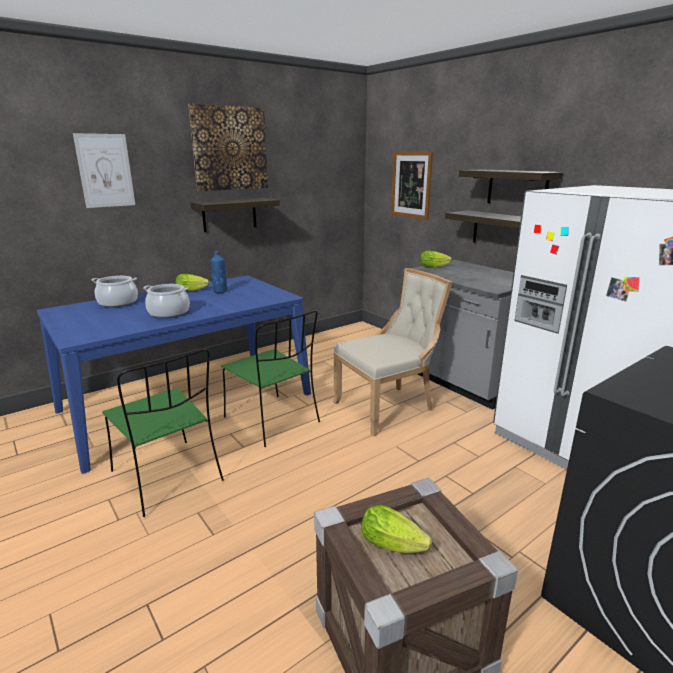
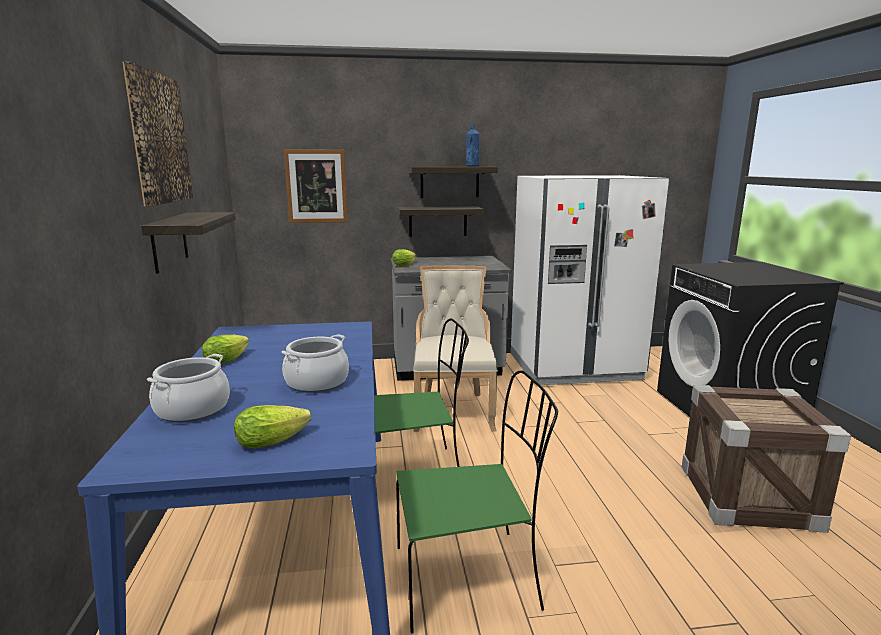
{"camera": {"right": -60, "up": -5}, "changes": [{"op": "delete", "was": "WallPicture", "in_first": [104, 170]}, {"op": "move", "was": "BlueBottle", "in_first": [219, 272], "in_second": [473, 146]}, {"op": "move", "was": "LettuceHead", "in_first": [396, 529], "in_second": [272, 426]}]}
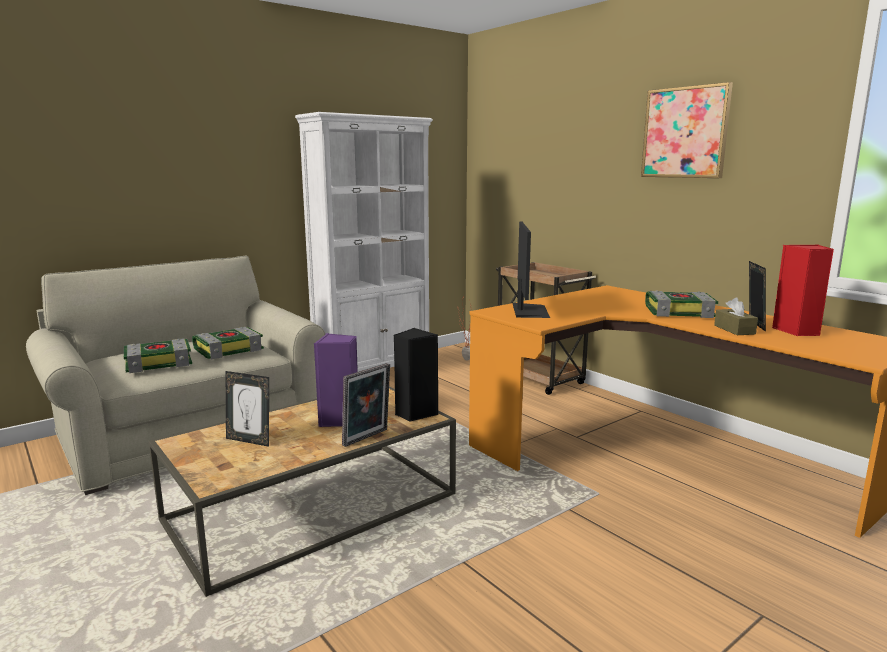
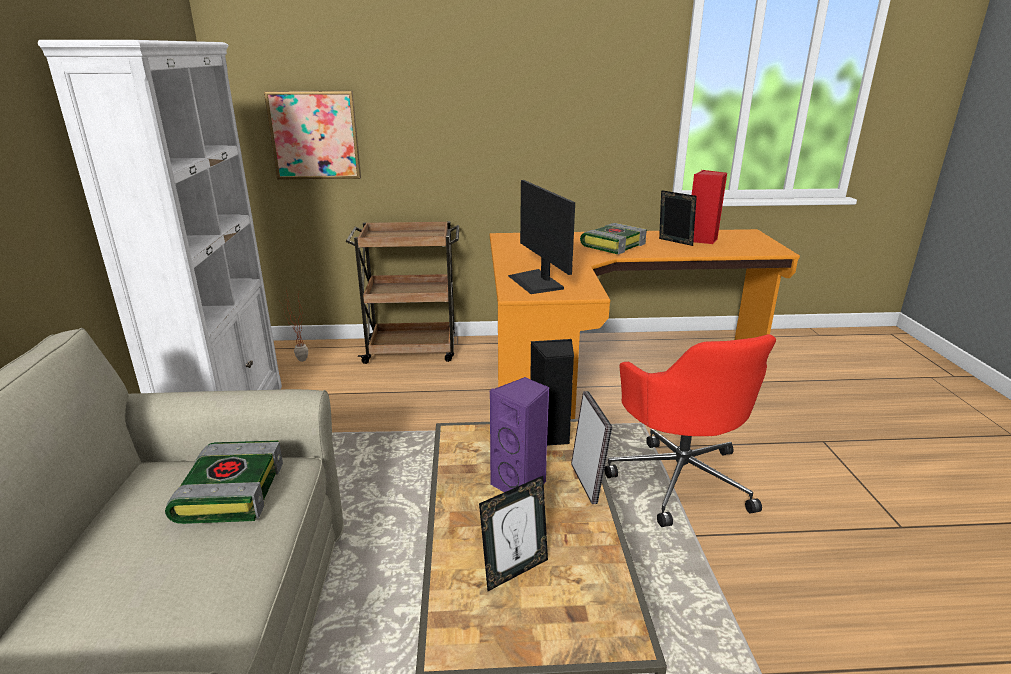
{"camera": {"right": -55, "up": 10}, "changes": [{"op": "delete", "was": "Book", "in_first": [158, 355]}, {"op": "rotate", "was": "Monitor", "in_first": [531, 270], "in_second": [541, 237], "clockwise": -150}, {"op": "move", "was": "WallPicture", "in_first": [687, 130], "in_second": [312, 135]}, {"op": "delete", "was": "BrownishTissueBox", "in_first": [736, 316]}, {"op": "insert", "now": "RedColouredComputerChair", "in_second": [690, 430]}]}
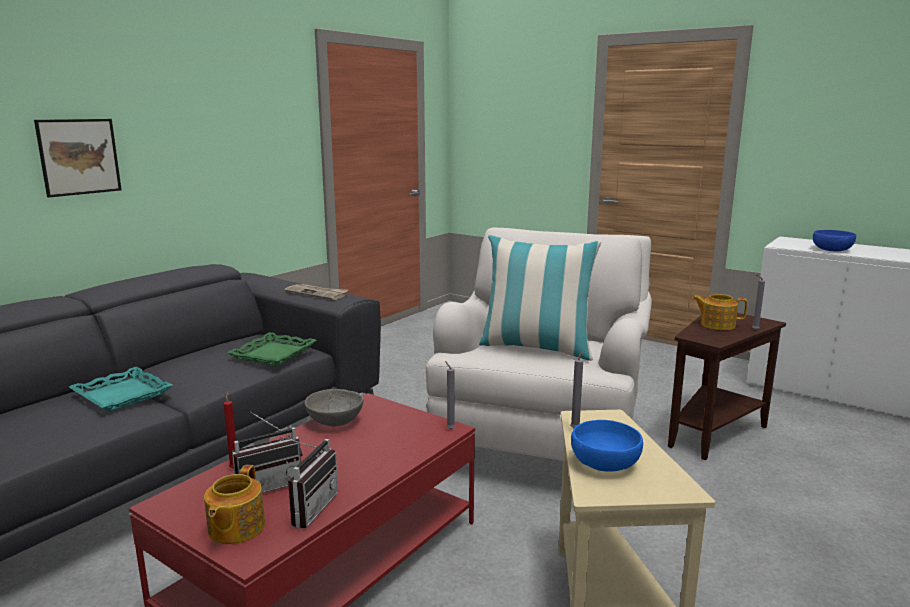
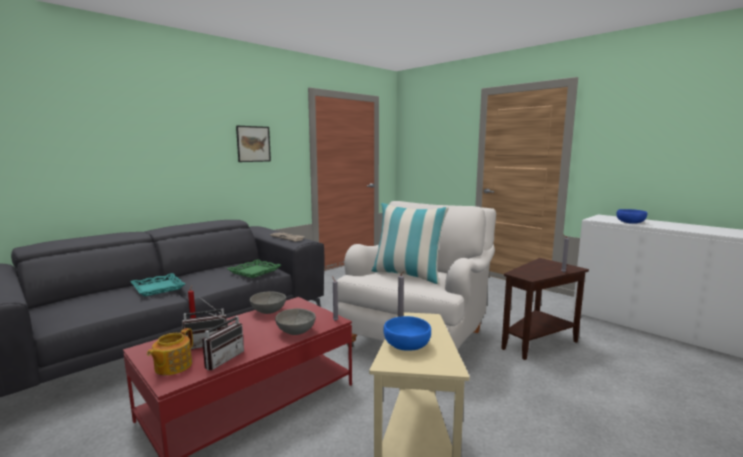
{"camera": {"right": 10, "up": -5}, "changes": [{"op": "move", "was": "WallPicture", "in_first": [78, 158], "in_second": [253, 144]}, {"op": "delete", "was": "TeaPot", "in_first": [720, 312]}, {"op": "insert", "now": "GreyDeepDish", "in_second": [295, 321]}]}
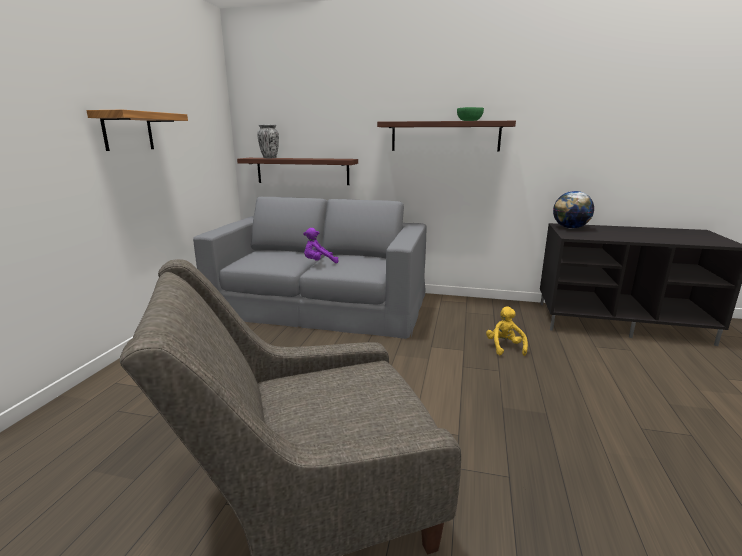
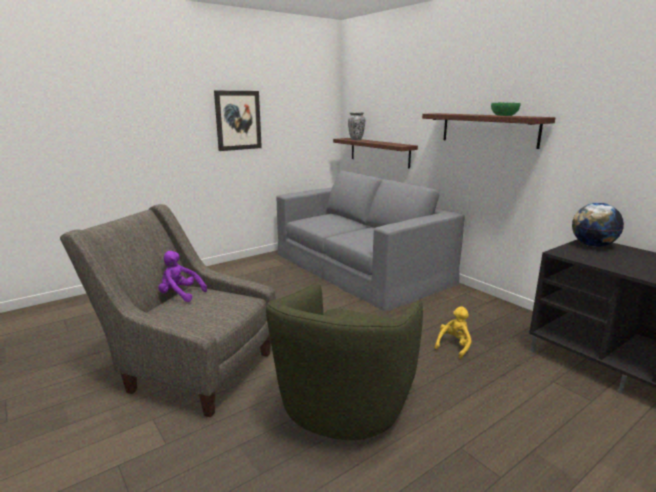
{"camera": {"right": 40, "up": 0}, "changes": [{"op": "replace", "was": "Shelf", "now": "WallPicture", "in_first": [137, 130], "in_second": [238, 121]}, {"op": "move", "was": "PurpleColouredPlushToy", "in_first": [321, 245], "in_second": [183, 276]}, {"op": "insert", "now": "GreenLoungeChair", "in_second": [344, 361]}]}
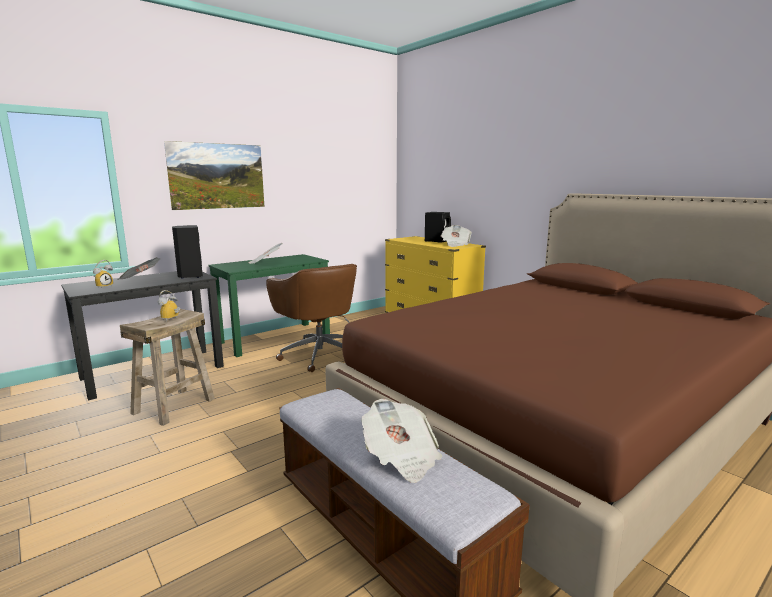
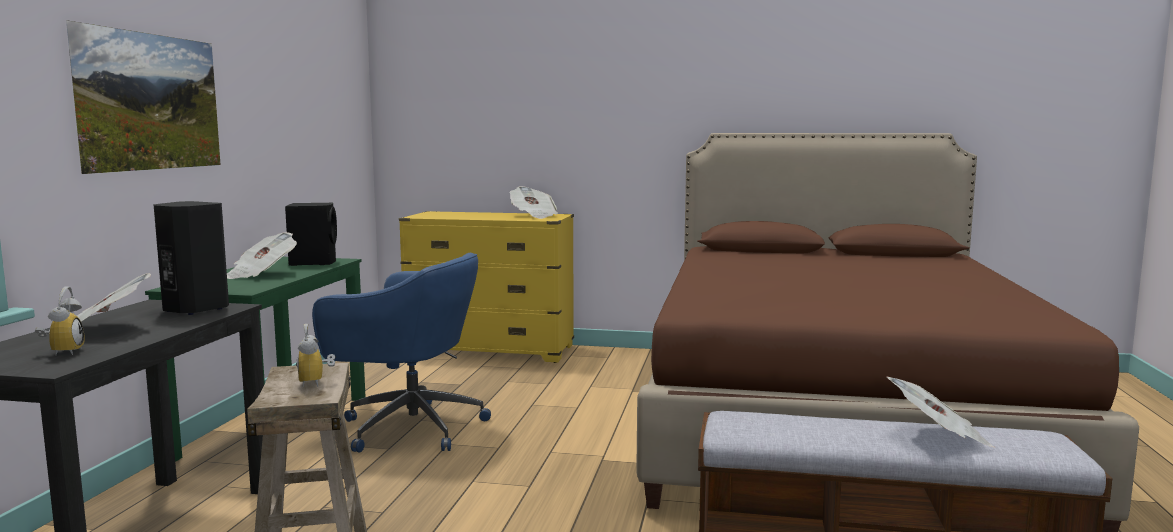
{"camera": {"right": -40, "up": -5}, "changes": [{"op": "recolor", "was": "BrownishComputerChair", "now": "BlueComputerChair", "in_first": [311, 318], "in_second": [401, 352]}, {"op": "move", "was": "BlackLoudspeaker", "in_first": [438, 227], "in_second": [311, 234]}]}
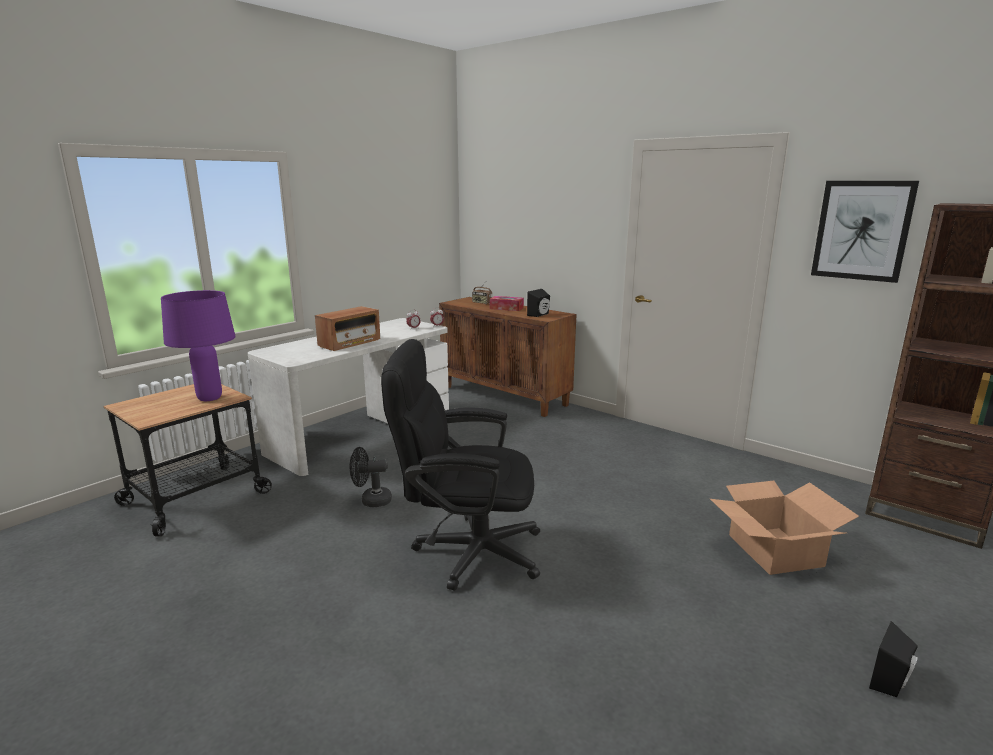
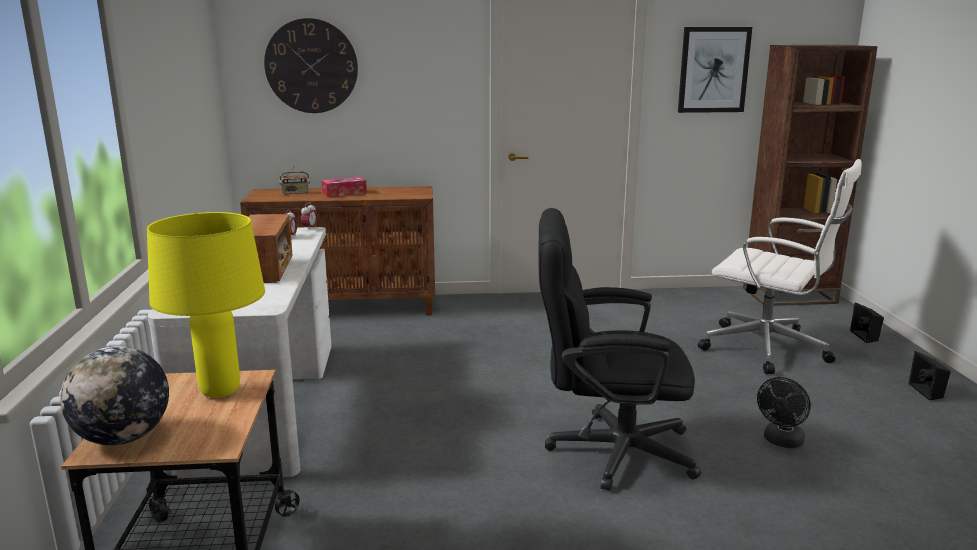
{"camera": {"right": -45, "up": 0}, "changes": [{"op": "recolor", "was": "PurpleColouredTableLamp", "now": "YellowColouredTableLamp", "in_first": [198, 345], "in_second": [206, 305]}, {"op": "move", "was": "BlackElectricFan", "in_first": [371, 477], "in_second": [784, 412]}, {"op": "rotate", "was": "BlackComputerChair", "in_first": [460, 465], "in_second": [619, 349], "clockwise": 45}, {"op": "move", "was": "BlackLoudspeaker", "in_first": [538, 303], "in_second": [867, 322]}, {"op": "replace", "was": "CardboardBox", "now": "WhitishComputerChair", "in_first": [784, 528], "in_second": [780, 266]}, {"op": "insert", "now": "DeskGlobe", "in_second": [114, 395]}, {"op": "insert", "now": "HangingClock", "in_second": [311, 65]}]}
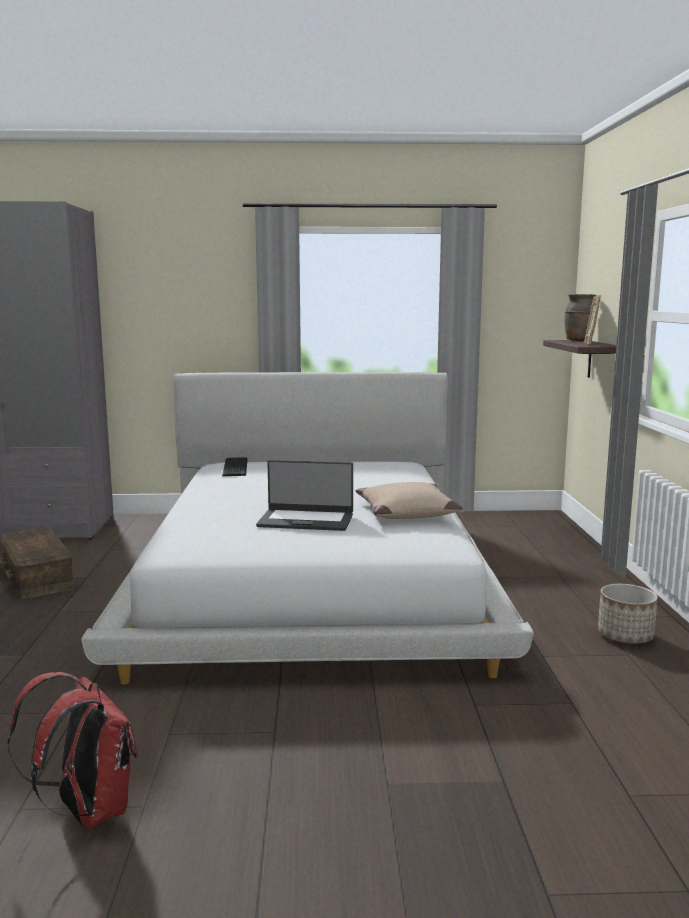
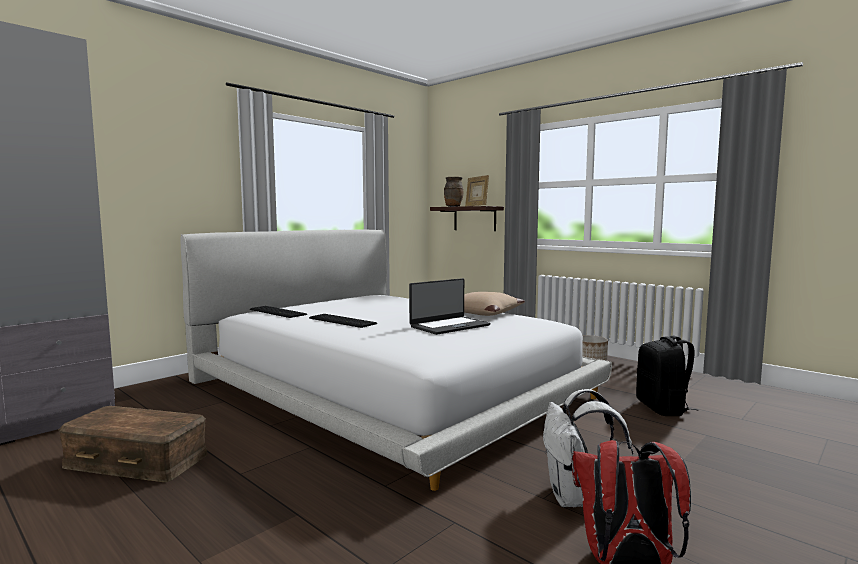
{"camera": {"right": -45, "up": -5}, "changes": [{"op": "insert", "now": "Keyboard", "in_second": [343, 321]}, {"op": "insert", "now": "WhitishKnapsack", "in_second": [588, 448]}, {"op": "insert", "now": "BlackKnapsack", "in_second": [667, 375]}]}
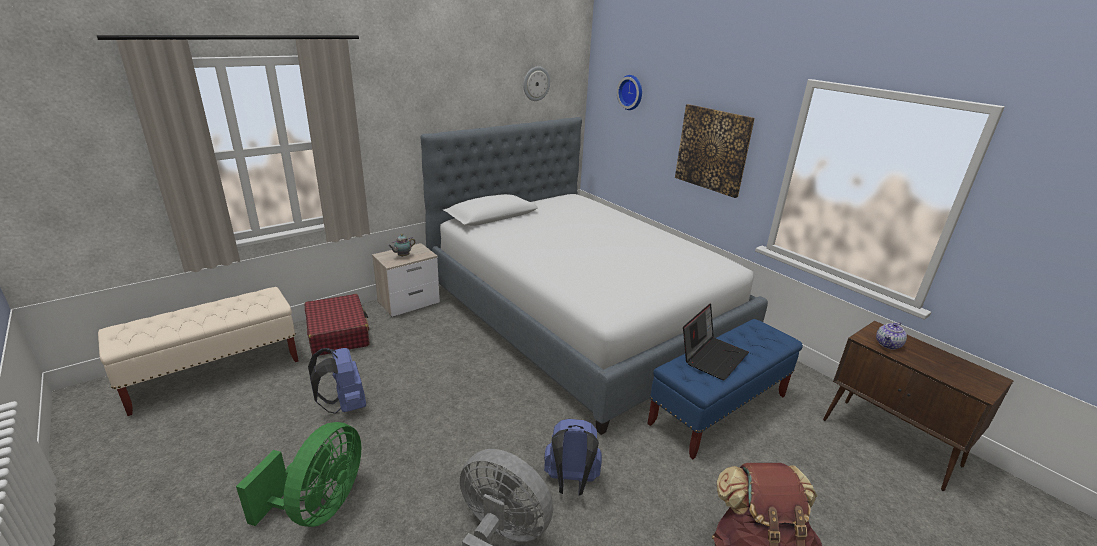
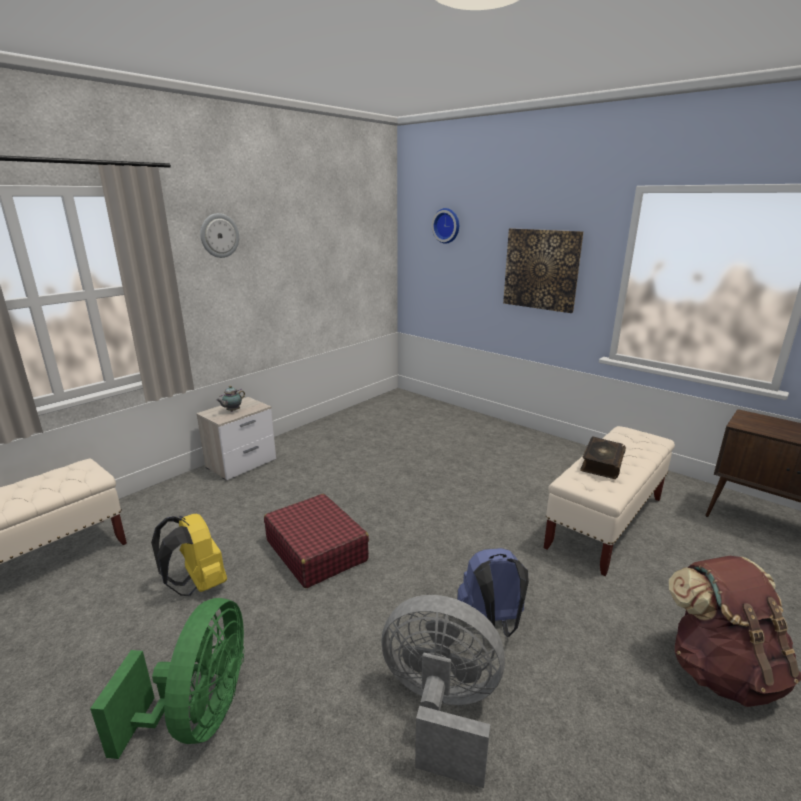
{"camera": {"right": -10, "up": -5}, "changes": [{"op": "move", "was": "RedColouredSuitcase", "in_first": [337, 325], "in_second": [316, 541]}, {"op": "recolor", "was": "BlueKnapsack", "now": "YellowColouredKnapsack", "in_first": [337, 381], "in_second": [189, 555]}, {"op": "delete", "was": "Bed", "in_first": [594, 276]}, {"op": "move", "was": "HangingClock", "in_first": [536, 83], "in_second": [219, 235]}, {"op": "recolor", "was": "BlueIndoorBench", "now": "SandColouredIndoorBench", "in_first": [725, 389], "in_second": [609, 501]}, {"op": "replace", "was": "PortableComputer", "now": "Book", "in_first": [716, 341], "in_second": [603, 457]}, {"op": "delete", "was": "TeaPot", "in_first": [891, 335]}]}
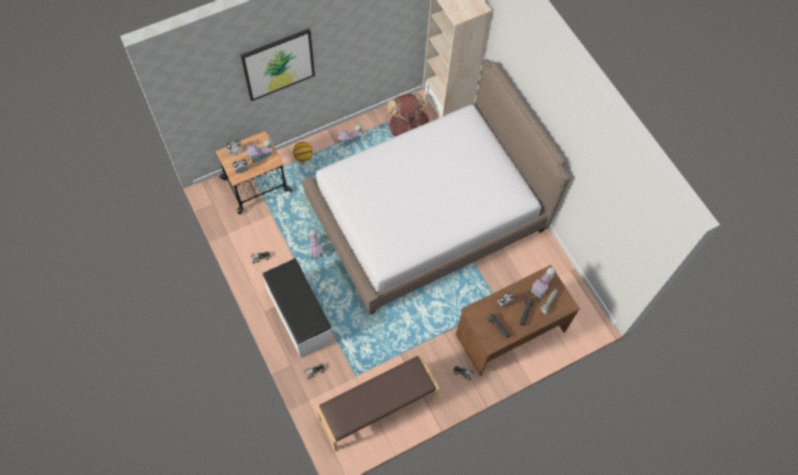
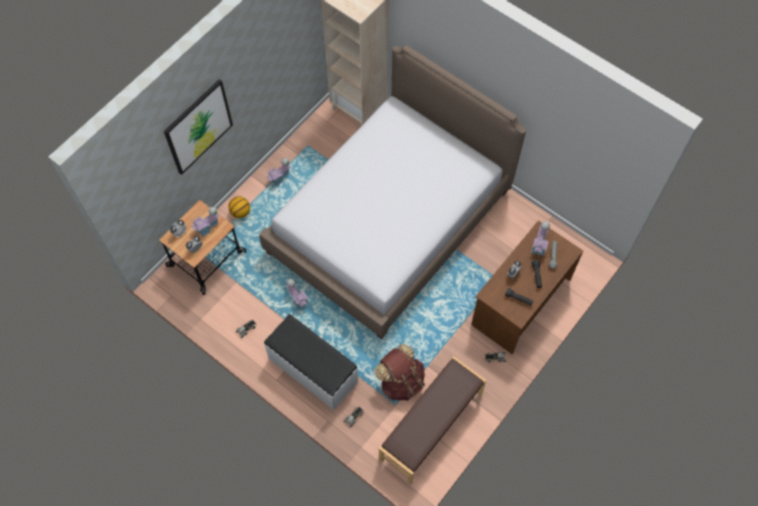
{"camera": {"right": -20, "up": 0}, "changes": [{"op": "move", "was": "BrownishKnapsack", "in_first": [408, 114], "in_second": [400, 372]}]}
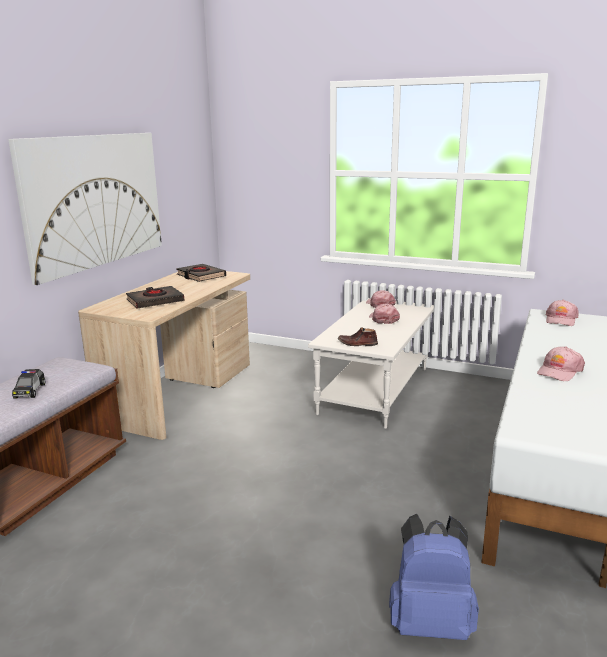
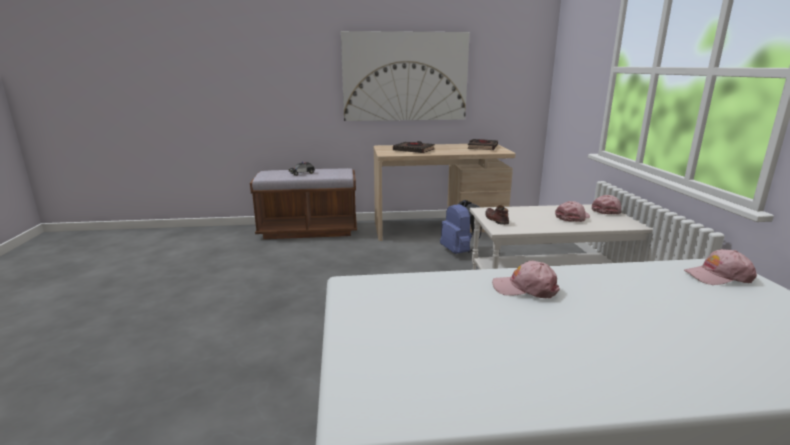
{"camera": {"right": 60, "up": 0}, "changes": [{"op": "move", "was": "BlueKnapsack", "in_first": [434, 576], "in_second": [461, 227]}]}
